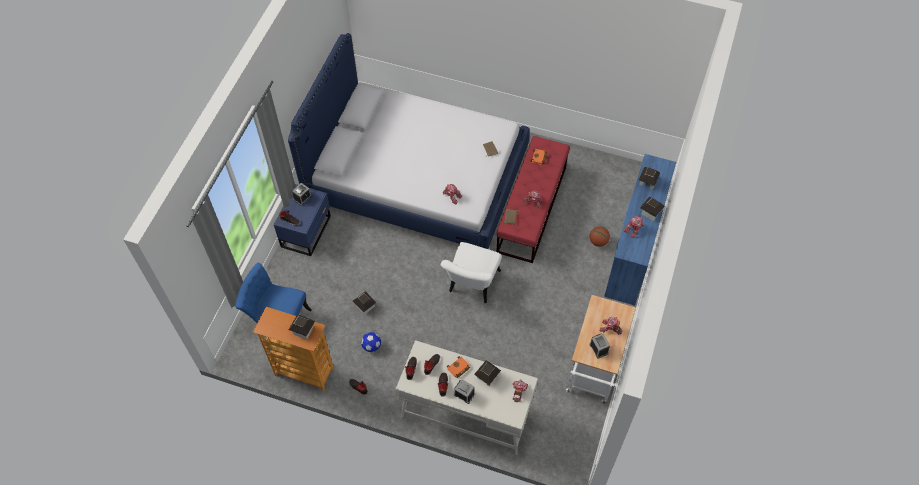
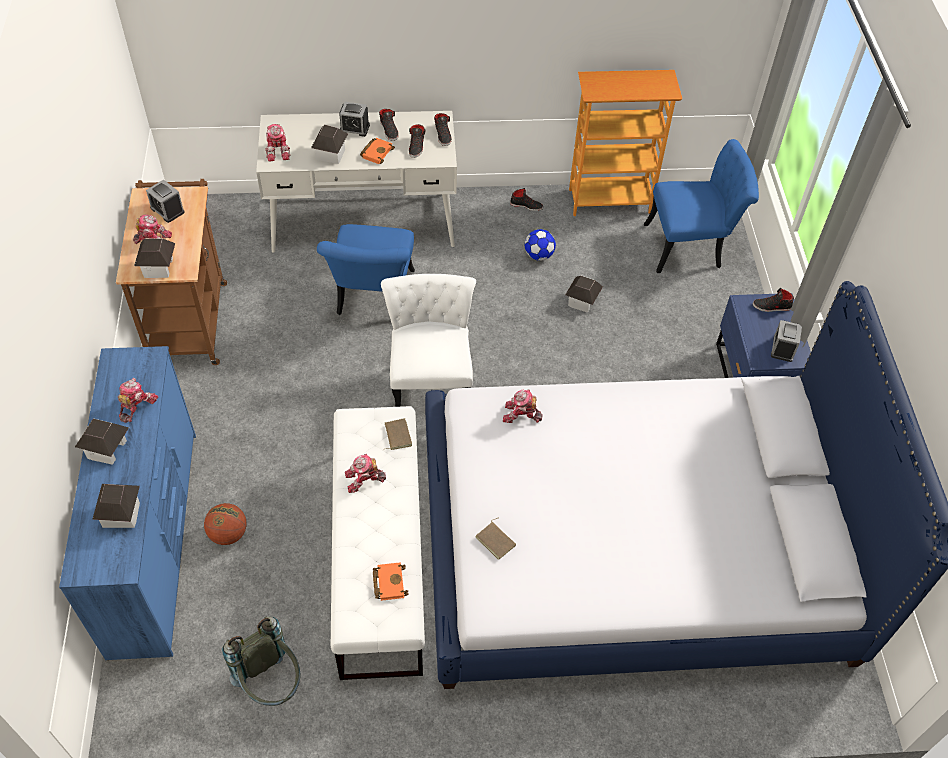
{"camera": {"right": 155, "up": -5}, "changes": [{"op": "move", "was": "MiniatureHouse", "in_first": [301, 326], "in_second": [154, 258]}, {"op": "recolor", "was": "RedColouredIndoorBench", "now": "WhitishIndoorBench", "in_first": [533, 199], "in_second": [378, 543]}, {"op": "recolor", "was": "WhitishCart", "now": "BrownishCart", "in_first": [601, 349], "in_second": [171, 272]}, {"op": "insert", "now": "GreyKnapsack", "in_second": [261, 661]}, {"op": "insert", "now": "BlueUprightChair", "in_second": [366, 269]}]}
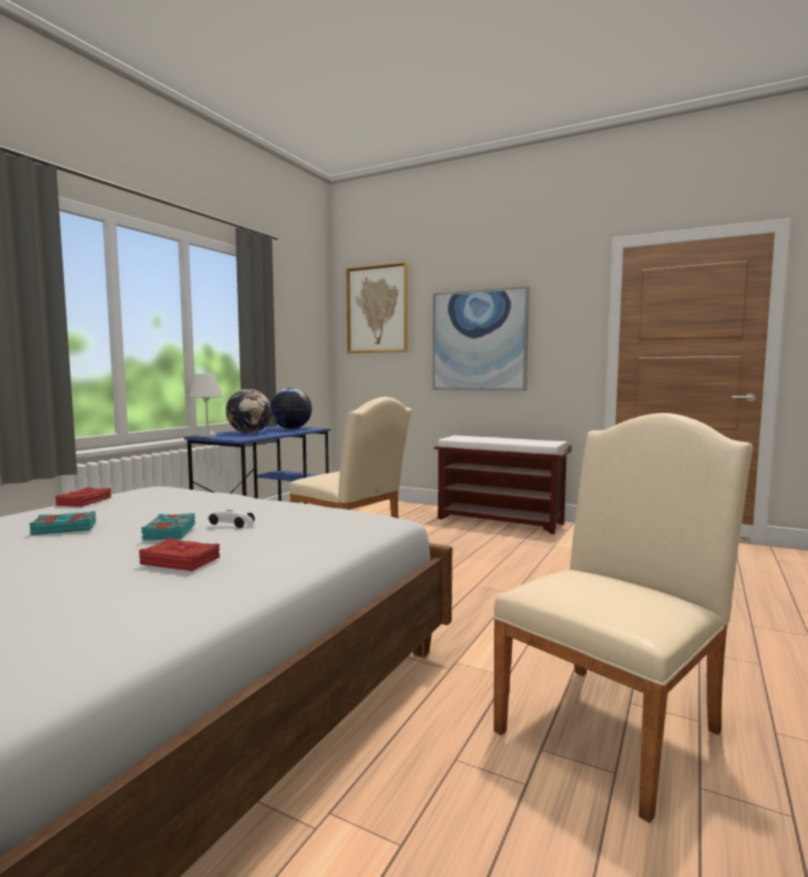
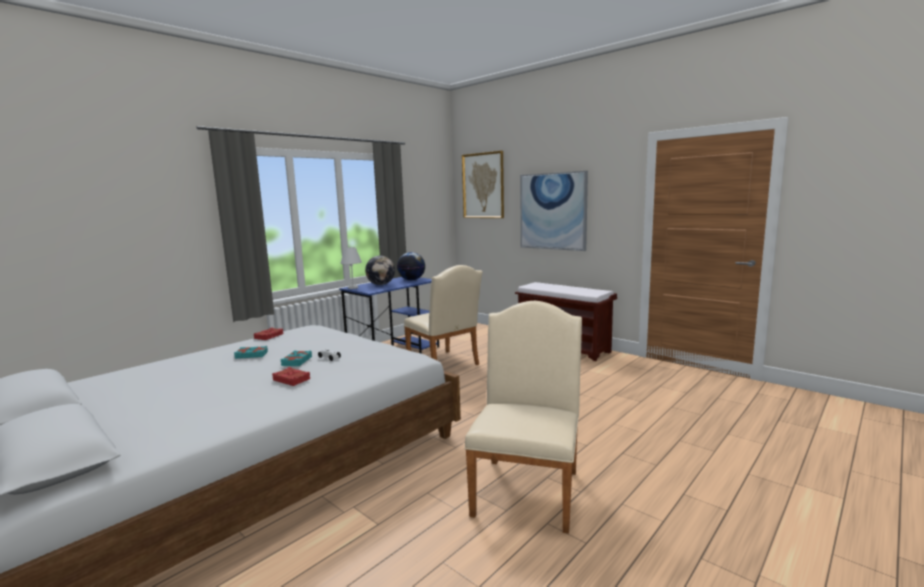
{"camera": {"right": 15, "up": 5}, "changes": [{"op": "rotate", "was": "SandColouredUprightChair", "in_first": [623, 618], "in_second": [523, 417], "clockwise": -45}]}
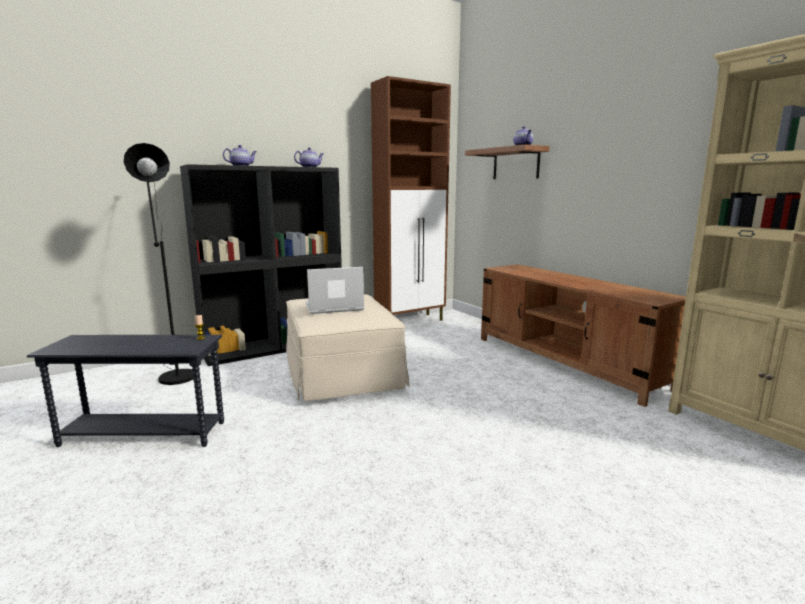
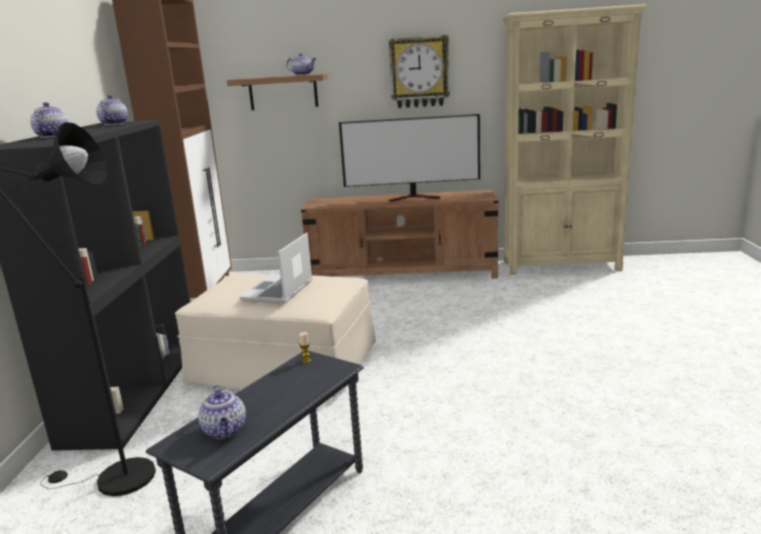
{"camera": {"right": -55, "up": 5}, "changes": [{"op": "insert", "now": "TeaPot", "in_second": [222, 412]}, {"op": "insert", "now": "TvSet", "in_second": [409, 158]}, {"op": "insert", "now": "HangingClock", "in_second": [419, 71]}]}
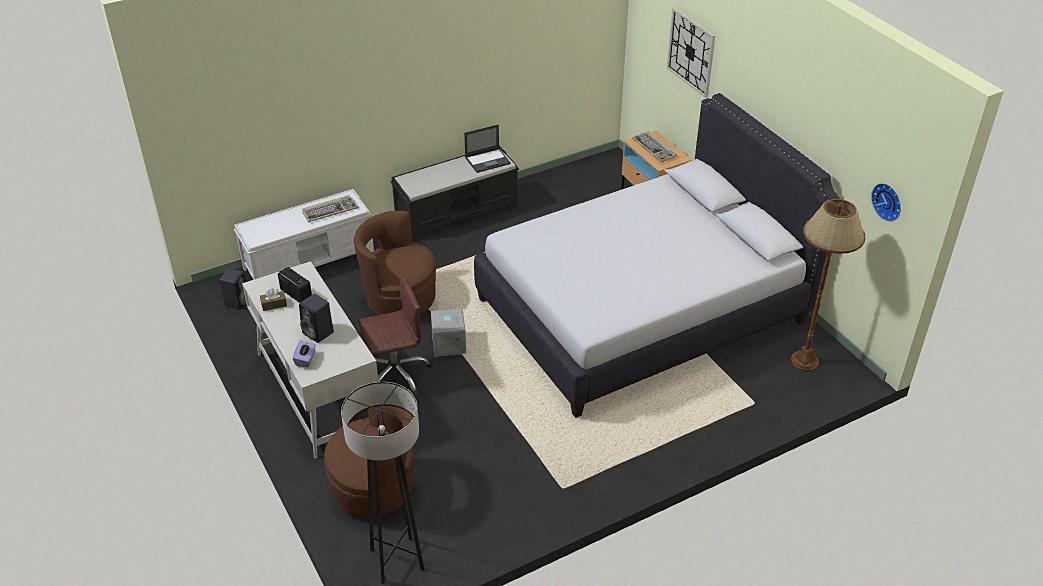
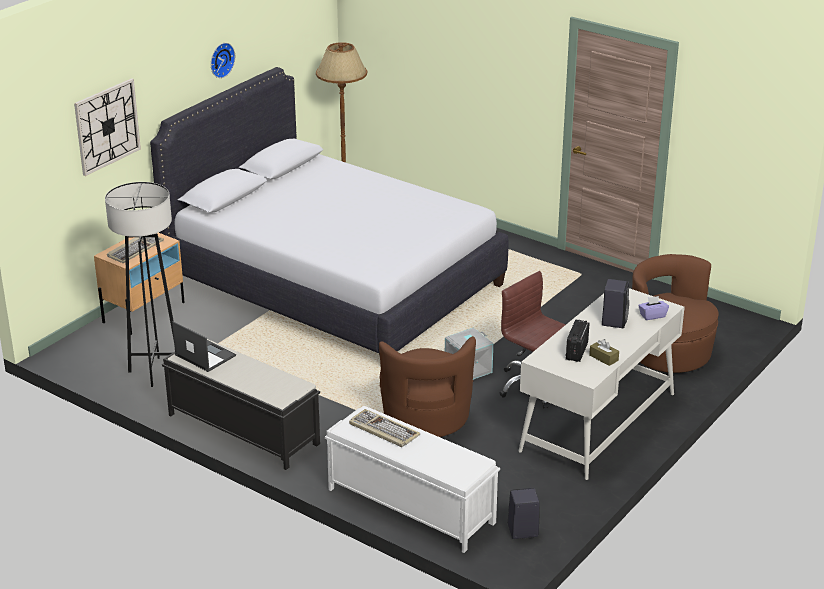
{"camera": {"right": -115, "up": -10}, "changes": [{"op": "move", "was": "GreyStandingLamp", "in_first": [382, 483], "in_second": [139, 284]}, {"op": "move", "was": "HangingClock", "in_first": [886, 202], "in_second": [223, 60]}]}
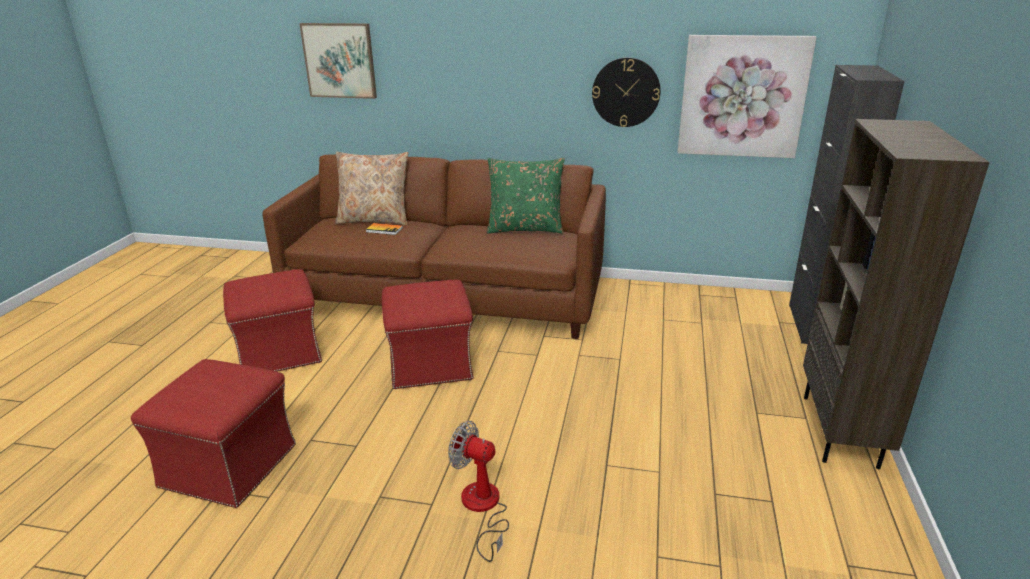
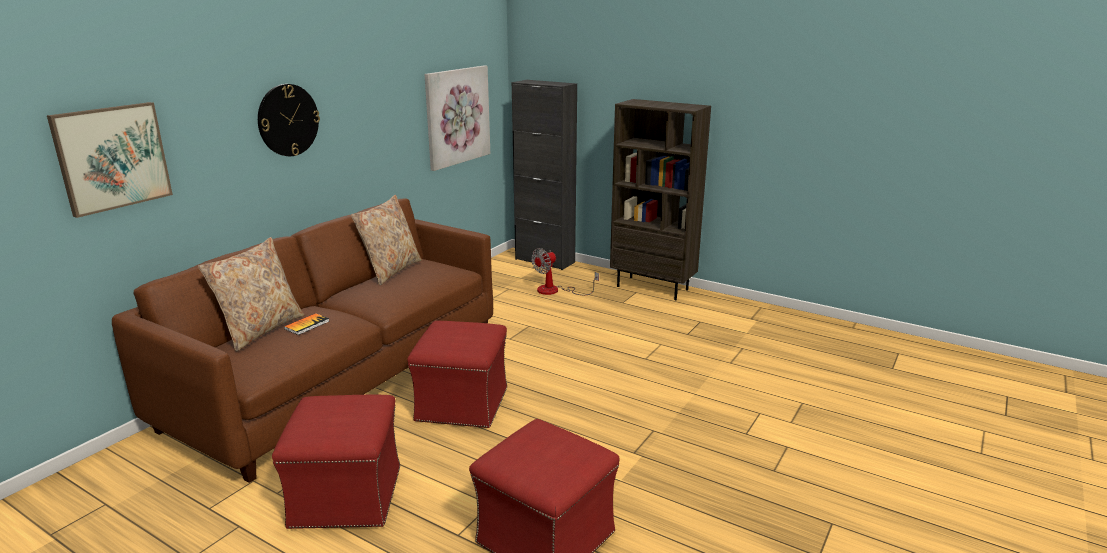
{"camera": {"right": -70, "up": -5}, "changes": [{"op": "move", "was": "ElectricFan", "in_first": [478, 491], "in_second": [565, 271]}, {"op": "recolor", "was": "GreenPillow", "now": "SandColouredPillow", "in_first": [526, 196], "in_second": [386, 240]}, {"op": "move", "was": "HangingClock", "in_first": [626, 92], "in_second": [289, 120]}]}
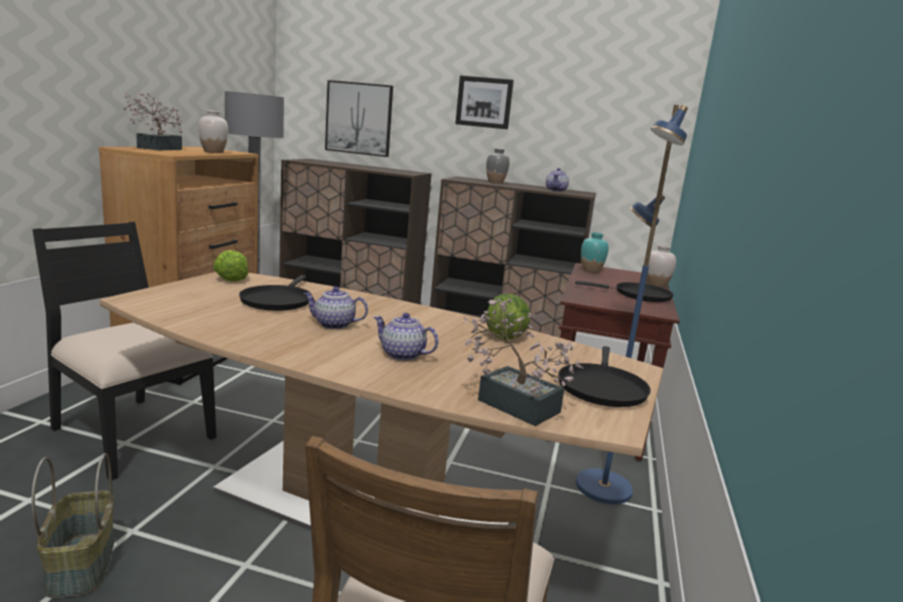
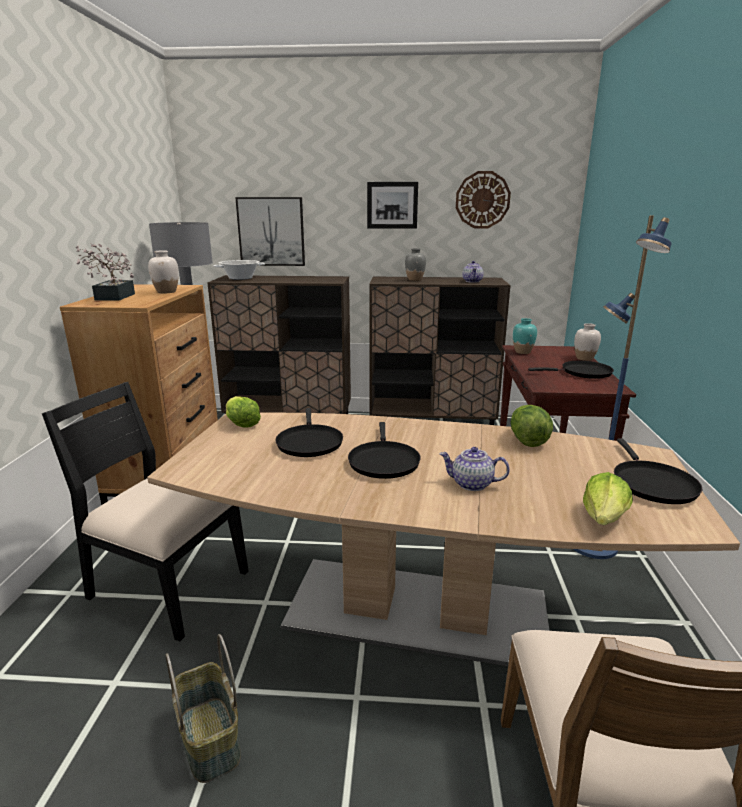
{"camera": {"right": -10, "up": 5}, "changes": [{"op": "replace", "was": "TeaPot", "now": "BlackPan", "in_first": [336, 308], "in_second": [384, 450]}, {"op": "replace", "was": "PlantInAPot", "now": "LettuceHead", "in_first": [523, 362], "in_second": [608, 498]}, {"op": "insert", "now": "Saucepot", "in_second": [239, 270]}, {"op": "insert", "now": "HangingClock", "in_second": [483, 199]}]}
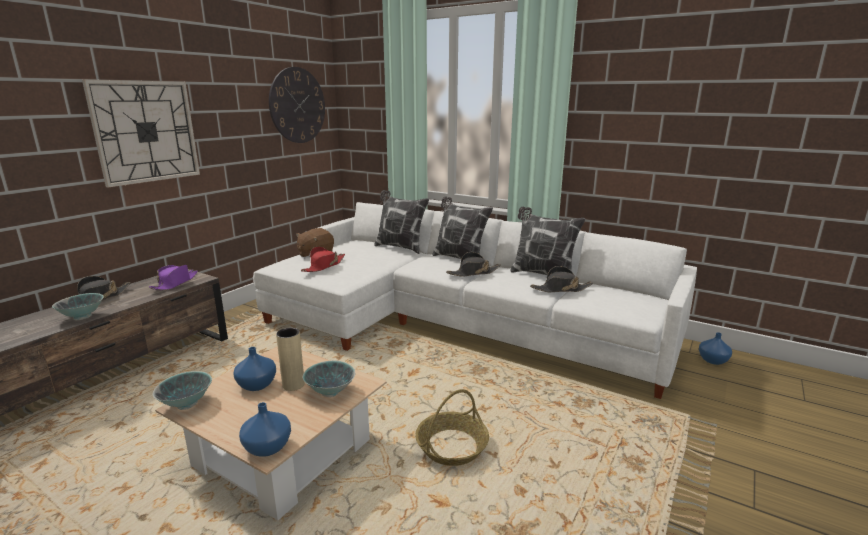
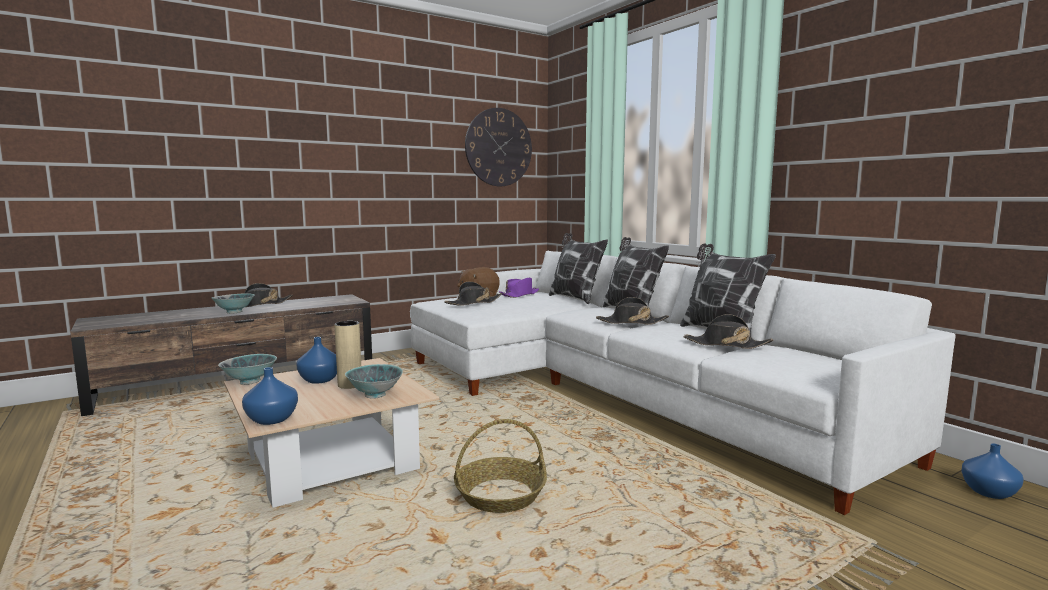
{"camera": {"right": 25, "up": -10}, "changes": [{"op": "delete", "was": "HangingClock", "in_first": [141, 134]}, {"op": "move", "was": "PurpleColouredClothingHat", "in_first": [173, 277], "in_second": [519, 288]}, {"op": "recolor", "was": "RedColouredClothingHat", "now": "BlackClothingHat", "in_first": [323, 259], "in_second": [473, 293]}]}
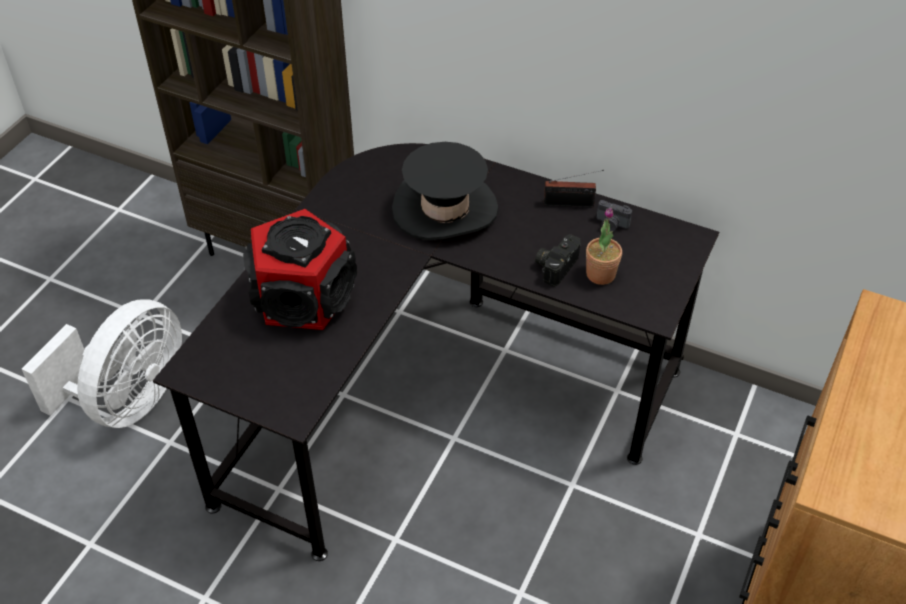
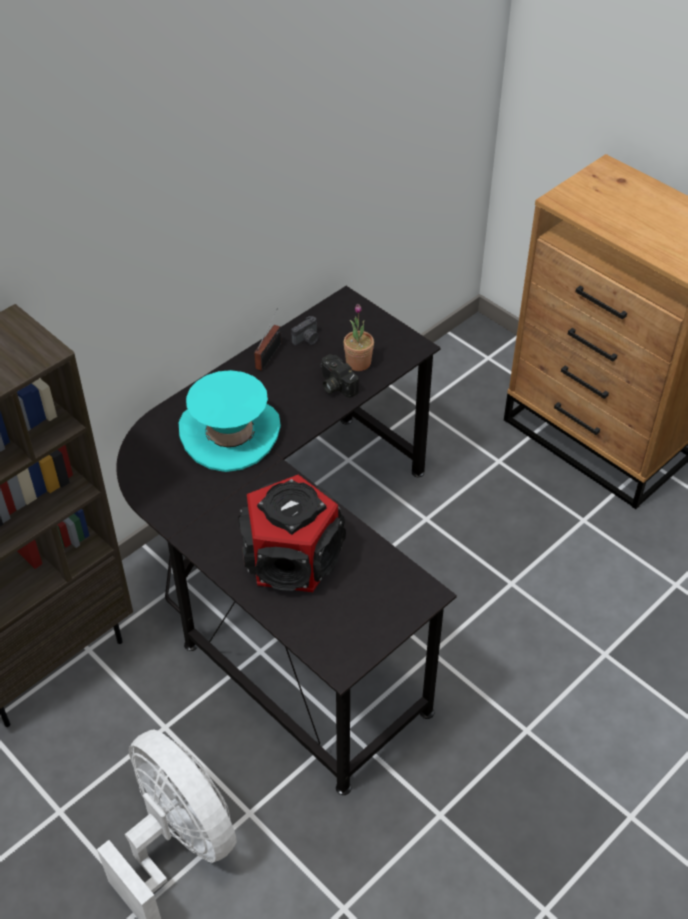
{"camera": {"right": -70, "up": 0}, "changes": [{"op": "recolor", "was": "BlackClothingHat", "now": "TurquoiseColouredClothingHat", "in_first": [445, 191], "in_second": [230, 421]}]}
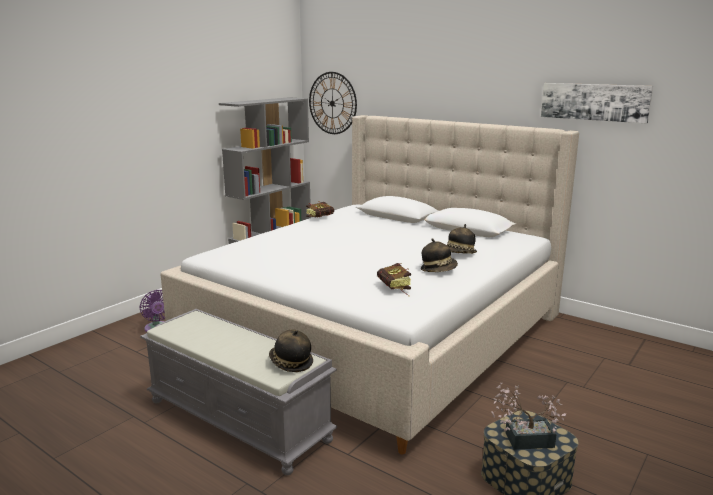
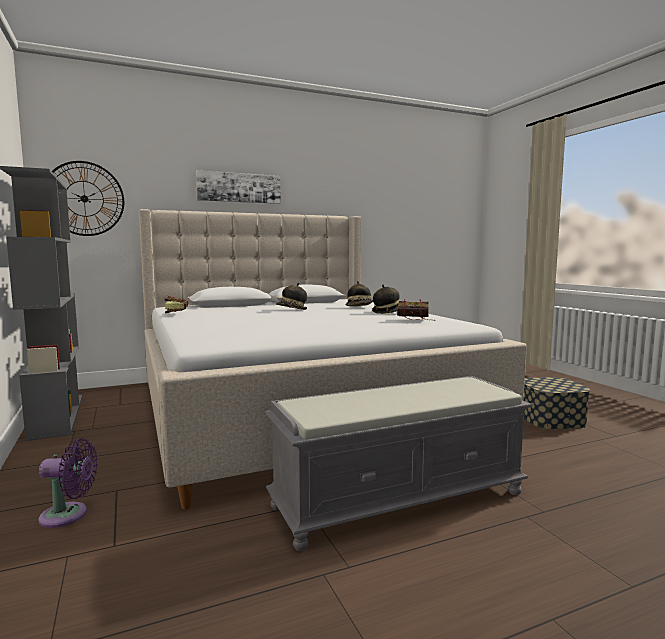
{"camera": {"right": -60, "up": -10}, "changes": [{"op": "move", "was": "ClothingHat", "in_first": [291, 350], "in_second": [291, 296]}, {"op": "delete", "was": "PlantInAPot", "in_first": [529, 416]}, {"op": "move", "was": "WallPicture", "in_first": [597, 103], "in_second": [238, 187]}]}
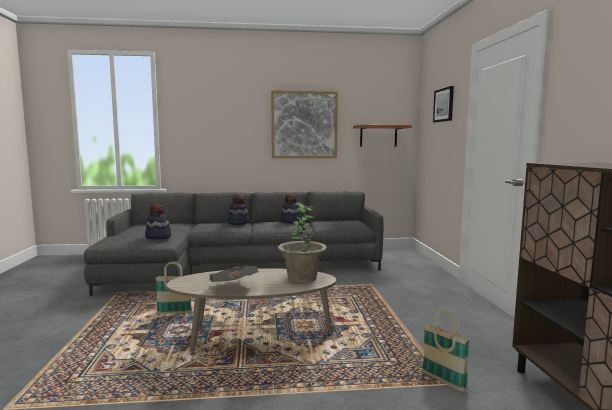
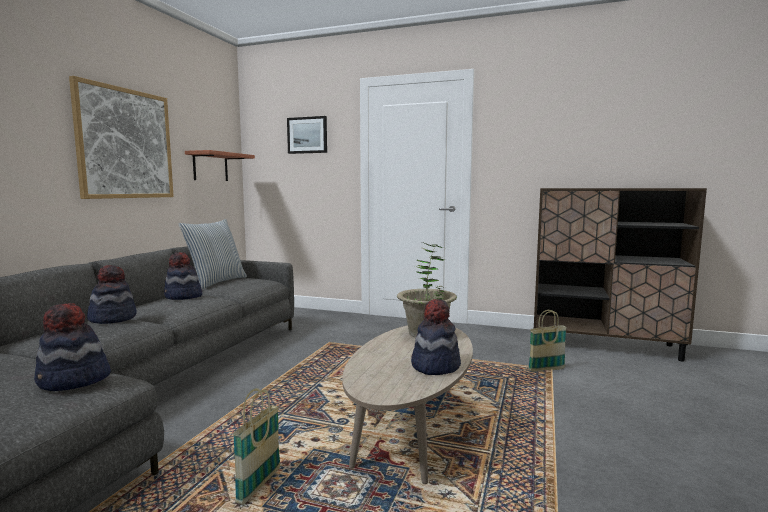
{"camera": {"right": -65, "up": 0}, "changes": [{"op": "replace", "was": "Newspaper", "now": "ClothingHat", "in_first": [234, 274], "in_second": [436, 337]}, {"op": "insert", "now": "Pillow", "in_second": [213, 254]}]}
